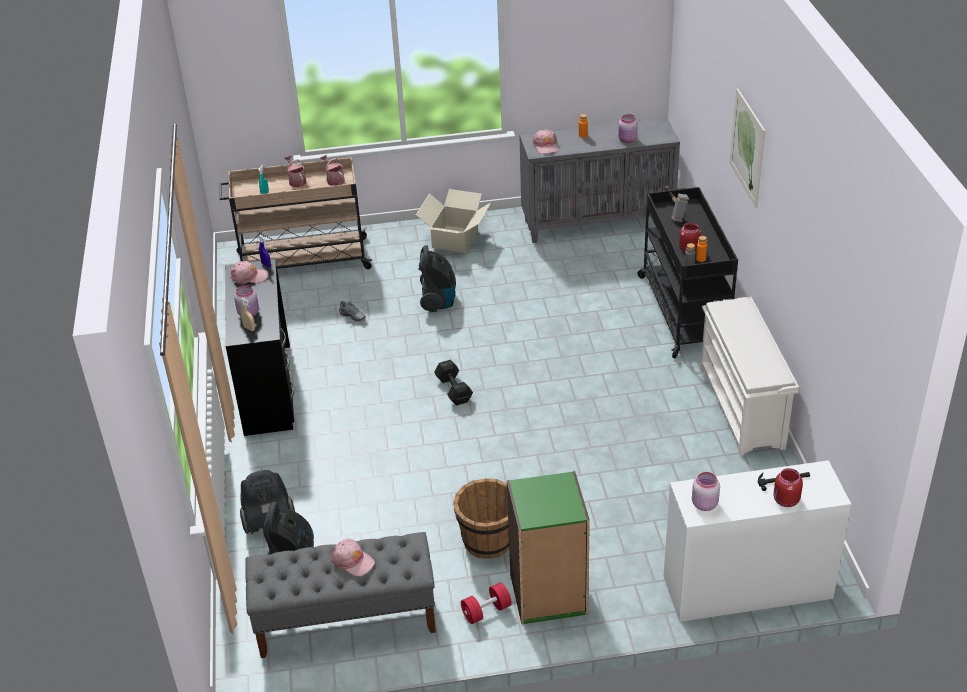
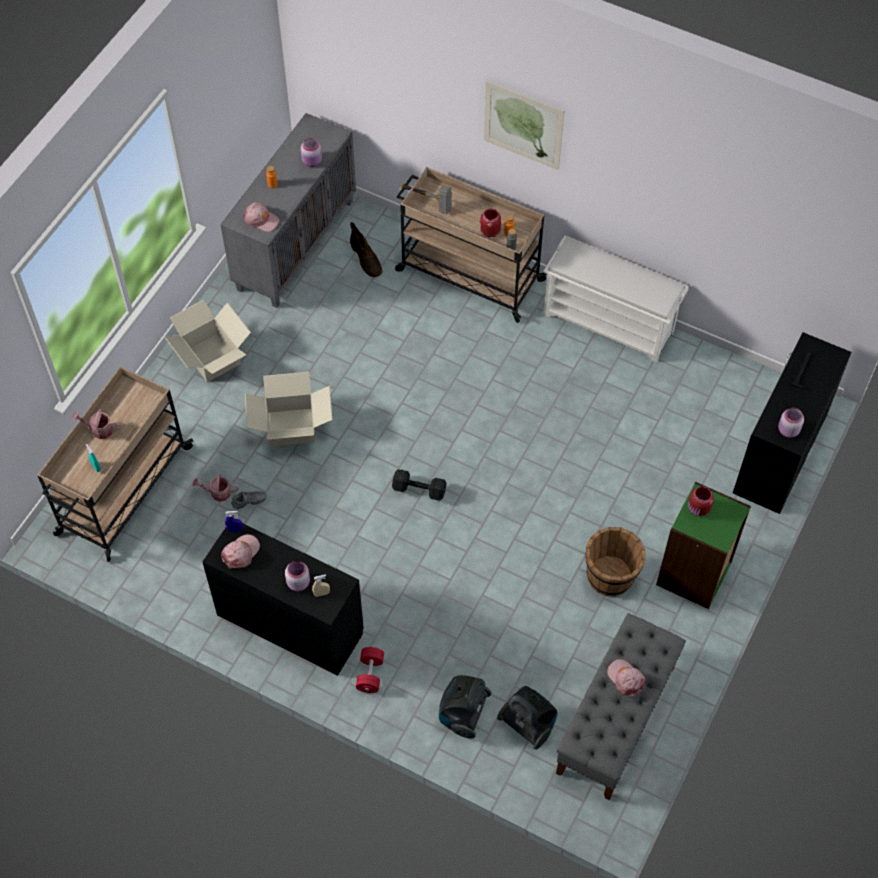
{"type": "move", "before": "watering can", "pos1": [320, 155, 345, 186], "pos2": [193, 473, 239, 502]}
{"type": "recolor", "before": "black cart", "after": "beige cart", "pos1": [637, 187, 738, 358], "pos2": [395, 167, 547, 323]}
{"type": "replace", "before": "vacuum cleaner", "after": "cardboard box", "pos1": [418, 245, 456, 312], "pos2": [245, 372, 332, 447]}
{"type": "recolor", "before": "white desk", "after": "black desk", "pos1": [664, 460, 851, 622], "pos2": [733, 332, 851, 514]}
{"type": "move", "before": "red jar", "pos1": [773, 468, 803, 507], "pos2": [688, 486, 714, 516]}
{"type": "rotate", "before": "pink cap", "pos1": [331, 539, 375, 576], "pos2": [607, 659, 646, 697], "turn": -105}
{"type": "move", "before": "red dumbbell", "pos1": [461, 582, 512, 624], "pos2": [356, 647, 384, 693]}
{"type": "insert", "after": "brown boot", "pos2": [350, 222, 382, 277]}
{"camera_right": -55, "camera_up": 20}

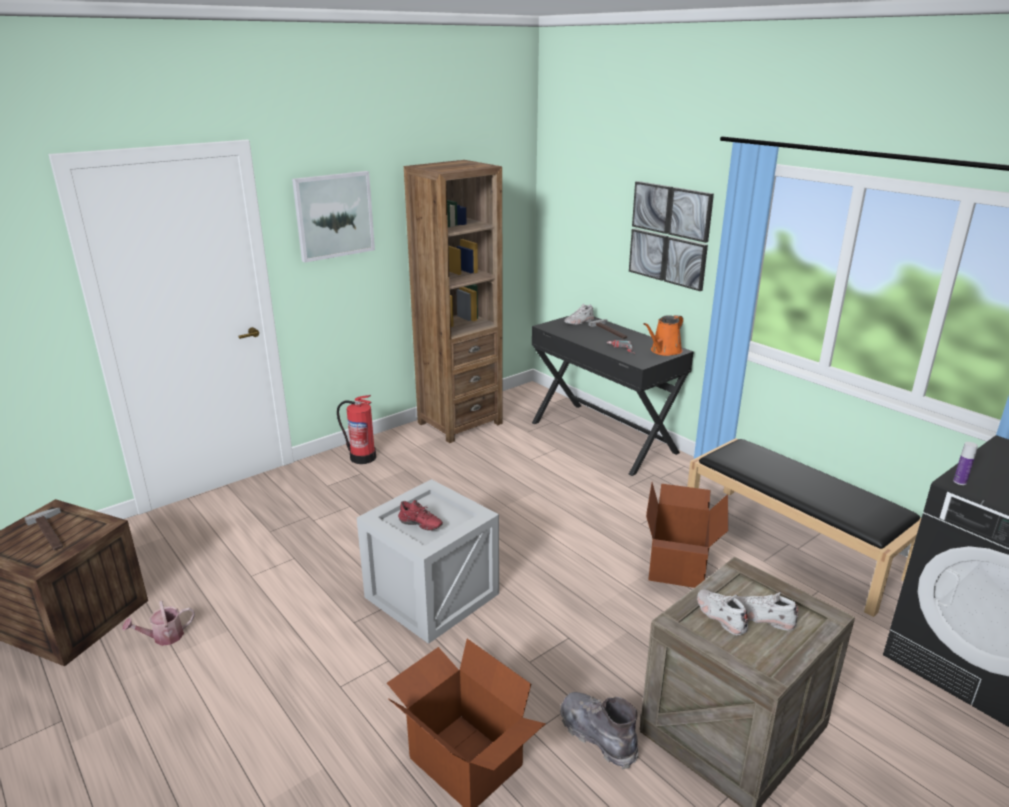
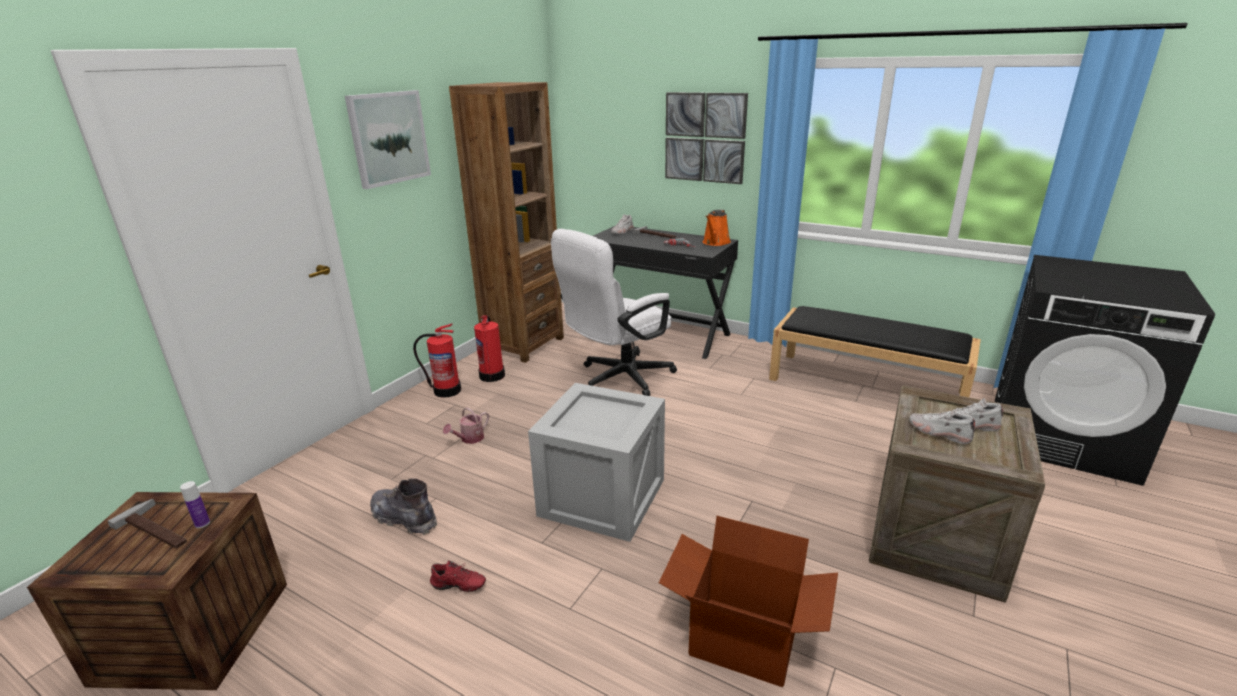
{"type": "move", "before": "bottle", "pos1": [953, 442, 978, 485], "pos2": [180, 481, 210, 528]}
{"type": "delete", "before": "cardboard box", "pos1": [646, 483, 728, 588]}
{"type": "move", "before": "red shoe", "pos1": [398, 500, 443, 531], "pos2": [430, 560, 486, 592]}
{"type": "move", "before": "watering can", "pos1": [122, 600, 195, 646], "pos2": [443, 407, 489, 444]}
{"type": "move", "before": "grey boot", "pos1": [560, 692, 639, 770], "pos2": [370, 478, 437, 535]}
{"type": "insert", "after": "white office chair", "pos2": [551, 229, 677, 396]}
{"type": "insert", "after": "fire extinguisher", "pos2": [474, 315, 505, 382]}
{"camera_right": -20, "camera_up": 0}

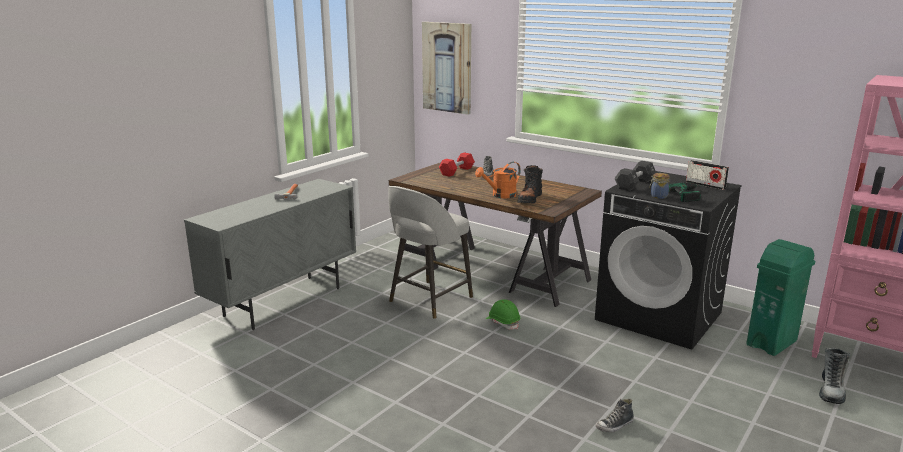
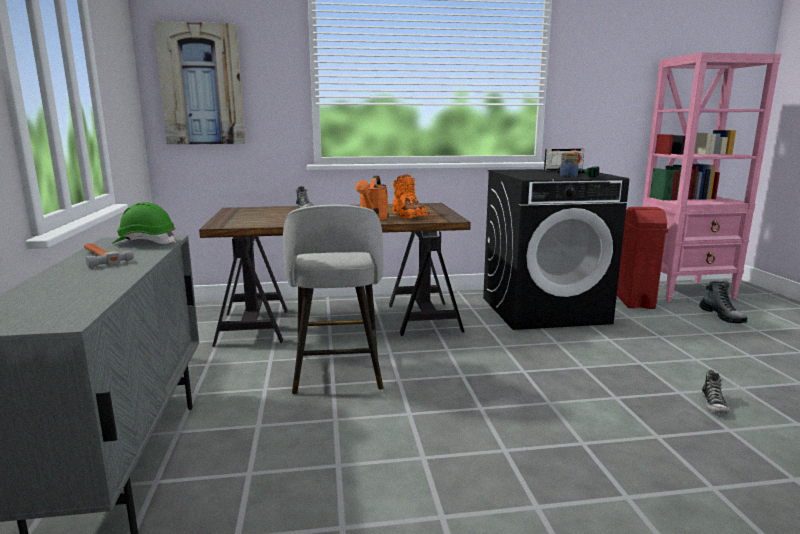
{"type": "delete", "before": "red dumbbell", "pos1": [439, 153, 475, 177]}
{"type": "delete", "before": "black dumbbell", "pos1": [614, 161, 656, 191]}
{"type": "recolor", "before": "black boot", "after": "orange boot", "pos1": [517, 165, 543, 203], "pos2": [392, 174, 427, 219]}
{"type": "recolor", "before": "green trash can", "after": "red trash can", "pos1": [746, 239, 815, 356], "pos2": [617, 207, 669, 309]}
{"type": "move", "before": "green hard hat", "pos1": [486, 299, 520, 330], "pos2": [112, 202, 176, 244]}
{"camera_right": -45, "camera_up": -5}

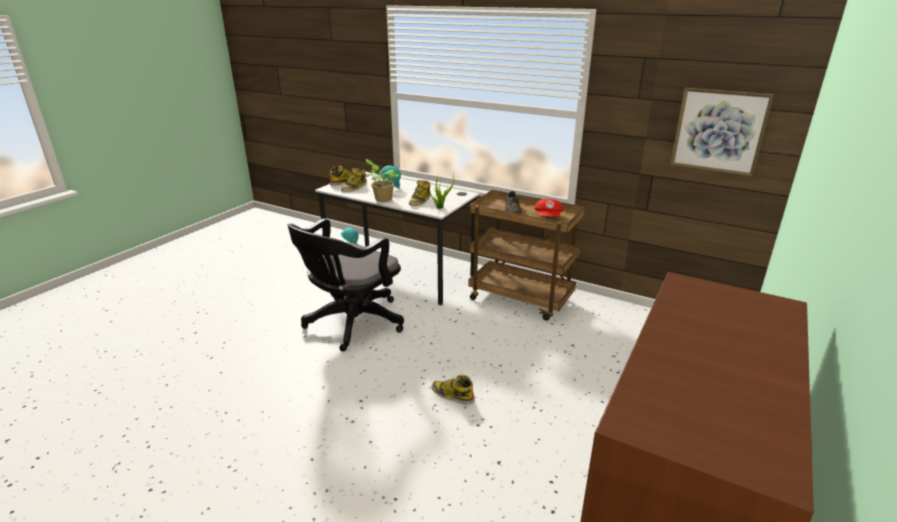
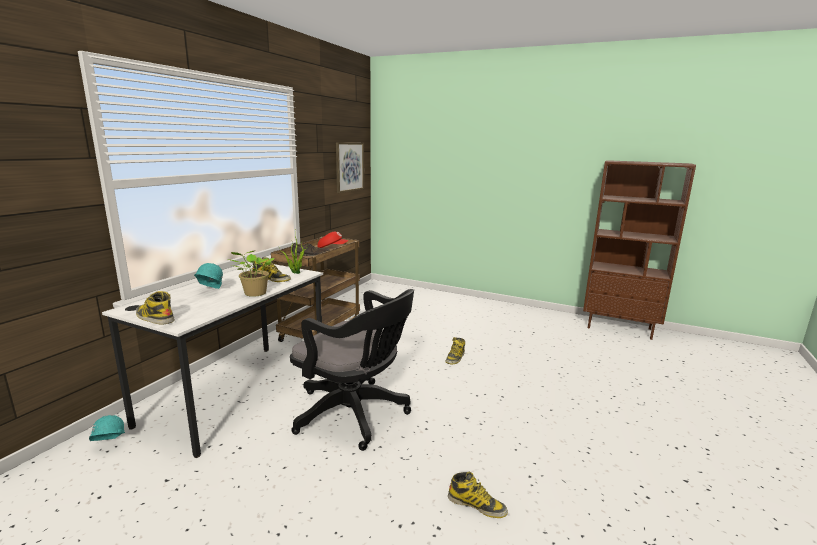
{"type": "move", "before": "boot", "pos1": [341, 168, 367, 192], "pos2": [448, 472, 508, 518]}
{"camera_right": -95, "camera_up": -10}

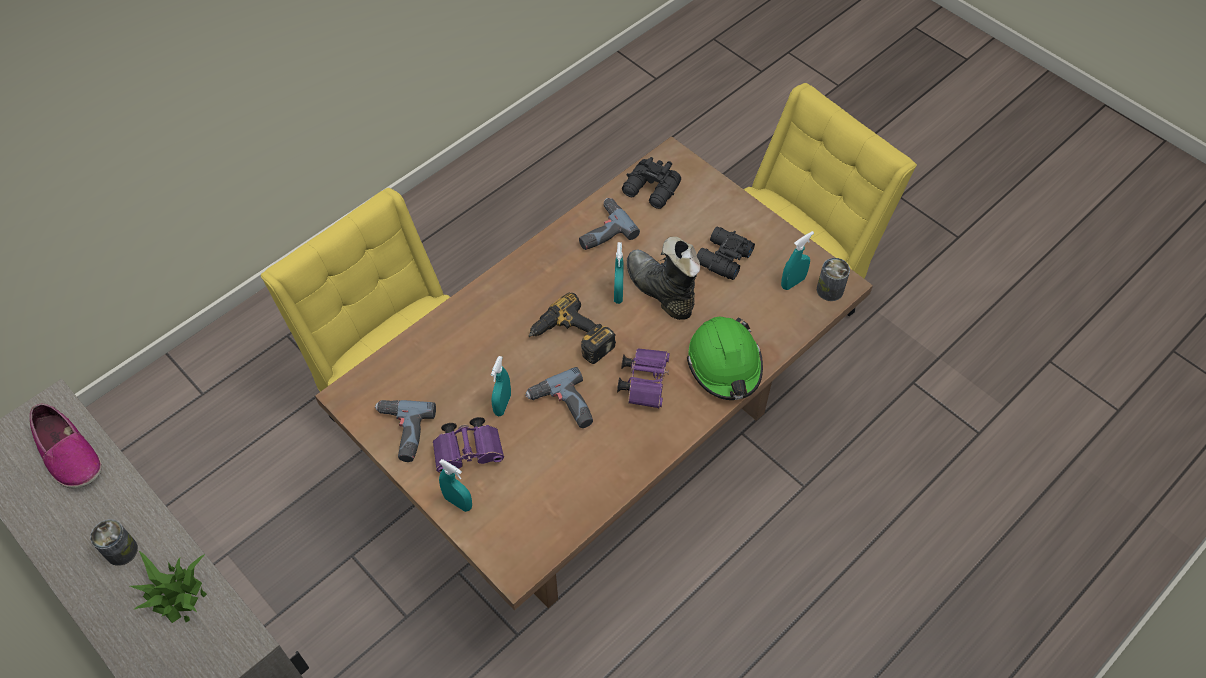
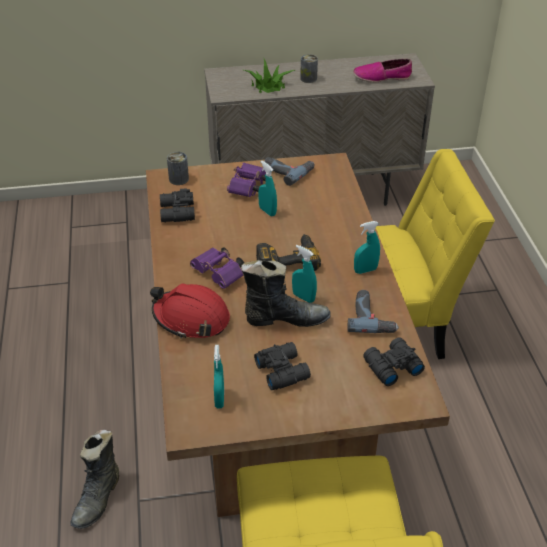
{"type": "move", "before": "can", "pos1": [817, 258, 850, 301], "pos2": [167, 152, 189, 185]}
{"type": "recolor", "before": "green hard hat", "after": "red hard hat", "pos1": [687, 317, 763, 400], "pos2": [150, 283, 230, 339]}
{"type": "delete", "before": "power drill", "pos1": [525, 367, 593, 428]}
{"type": "move", "before": "turquoise spray bottle", "pos1": [439, 459, 472, 512], "pos2": [354, 221, 380, 274]}
{"type": "insert", "after": "black binoculars", "pos2": [160, 188, 195, 223]}
{"type": "insert", "after": "black boot", "pos2": [70, 430, 119, 529]}
{"camera_right": 125, "camera_up": -15}

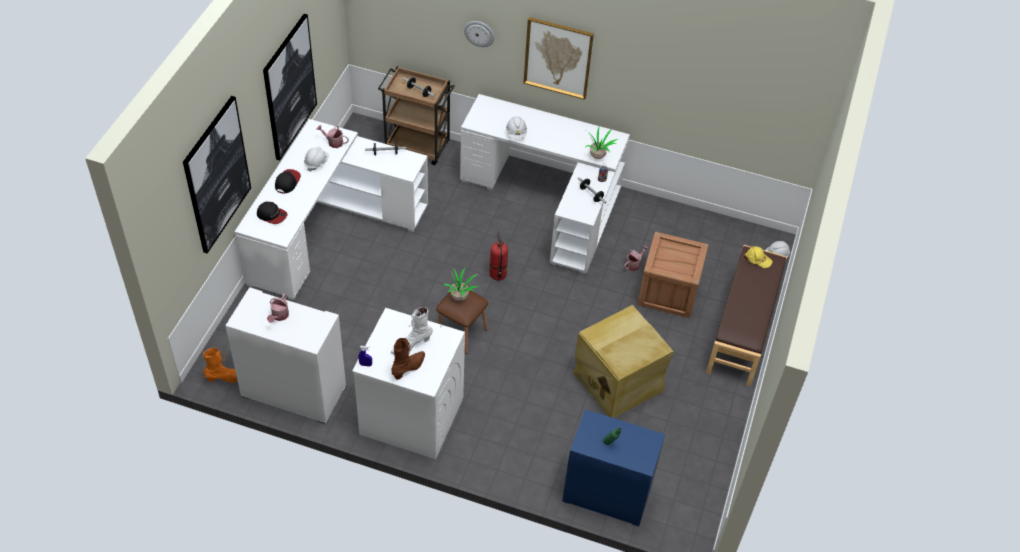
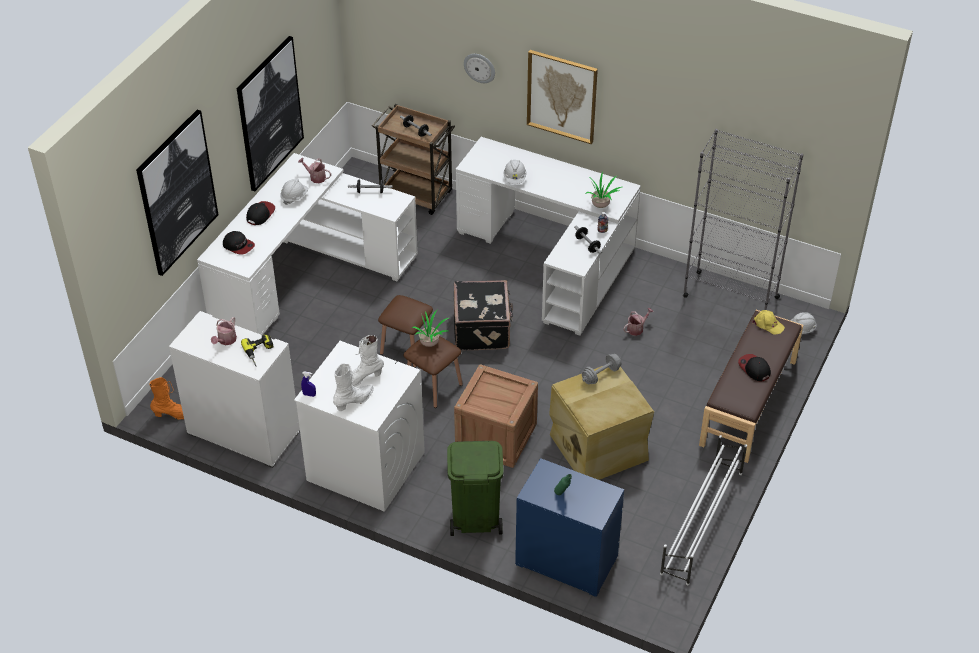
{"type": "replace", "before": "fire extinguisher", "after": "black suitcase", "pos1": [489, 231, 508, 281], "pos2": [454, 280, 513, 351]}
{"type": "move", "before": "crate", "pos1": [637, 232, 708, 318], "pos2": [454, 364, 538, 468]}
{"type": "recolor", "before": "brown boot", "after": "white boot", "pos1": [391, 338, 425, 380], "pos2": [333, 364, 374, 411]}
{"type": "insert", "after": "grey bookcase", "pos2": [683, 129, 803, 310]}
{"type": "insert", "after": "brown stool", "pos2": [378, 295, 433, 368]}
{"type": "insert", "after": "power drill", "pos2": [241, 334, 274, 367]}
{"type": "insert", "after": "grey dumbbell", "pos2": [582, 354, 622, 384]}
{"type": "insert", "after": "cap", "pos2": [738, 354, 771, 382]}
{"type": "insert", "after": "white shoe rack", "pos2": [660, 435, 747, 585]}
{"type": "insert", "after": "green trash can", "pos2": [447, 441, 504, 536]}
{"camera_right": 10, "camera_up": -5}

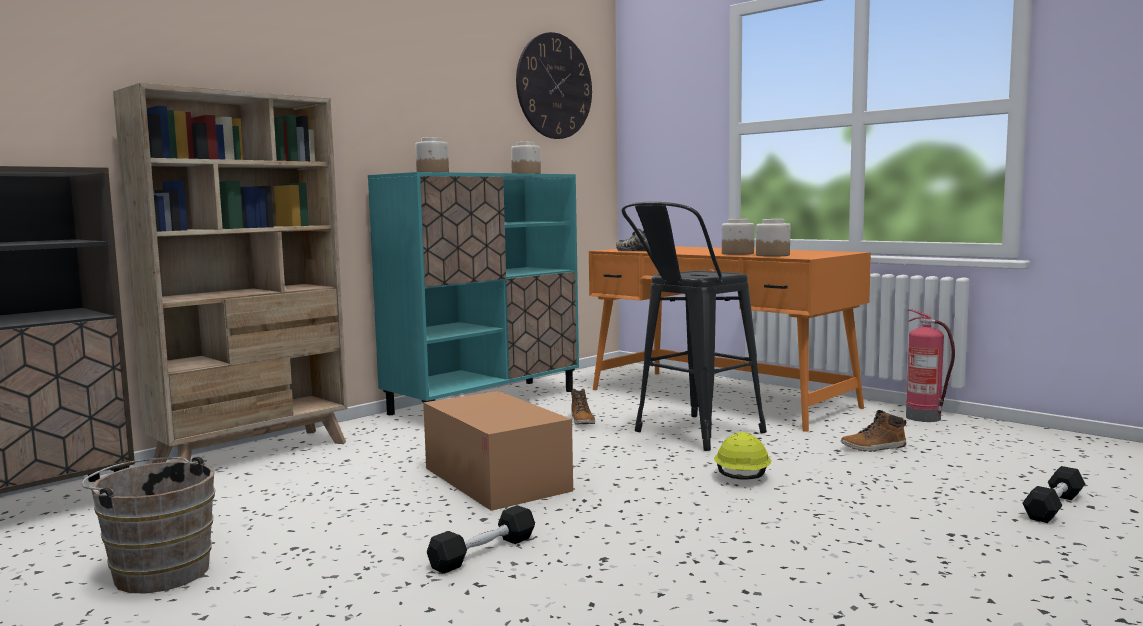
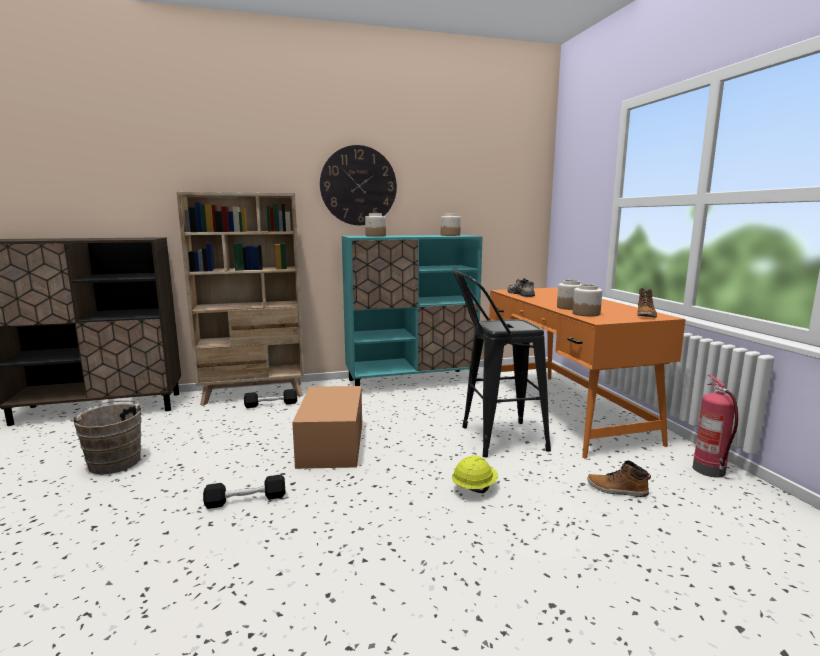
{"type": "move", "before": "wall clock", "pos1": [516, 32, 592, 139], "pos2": [320, 145, 397, 225]}
{"type": "move", "before": "boot", "pos1": [571, 389, 595, 425], "pos2": [637, 288, 657, 317]}
{"type": "move", "before": "black dumbbell", "pos1": [1023, 466, 1085, 523], "pos2": [244, 389, 297, 408]}
{"camera_right": 30, "camera_up": 5}

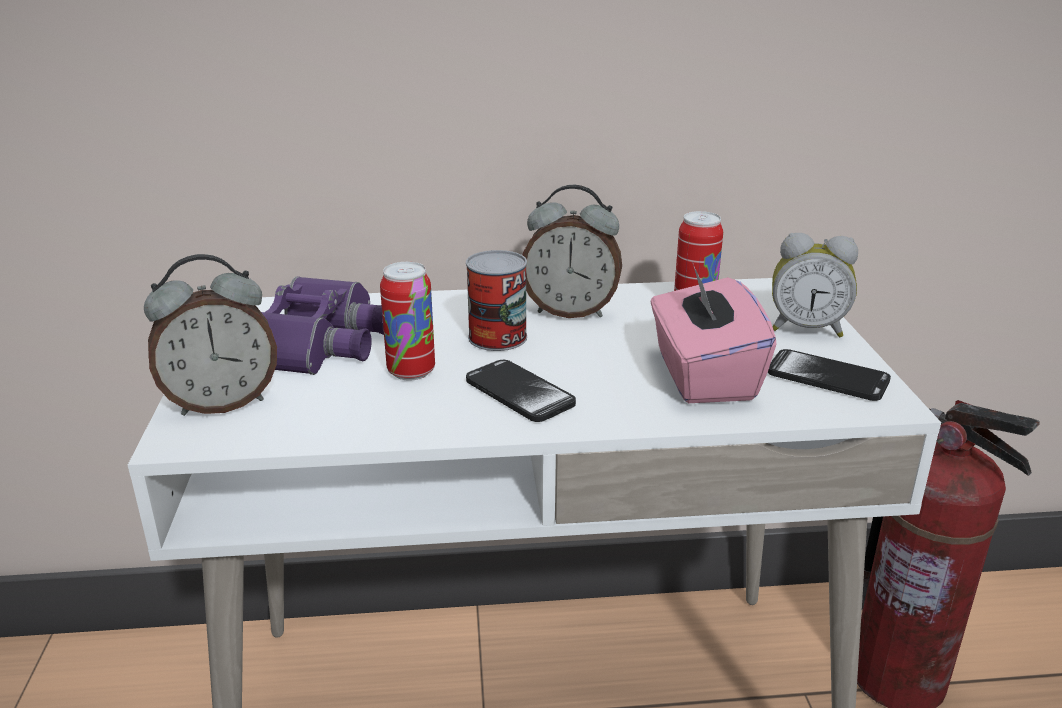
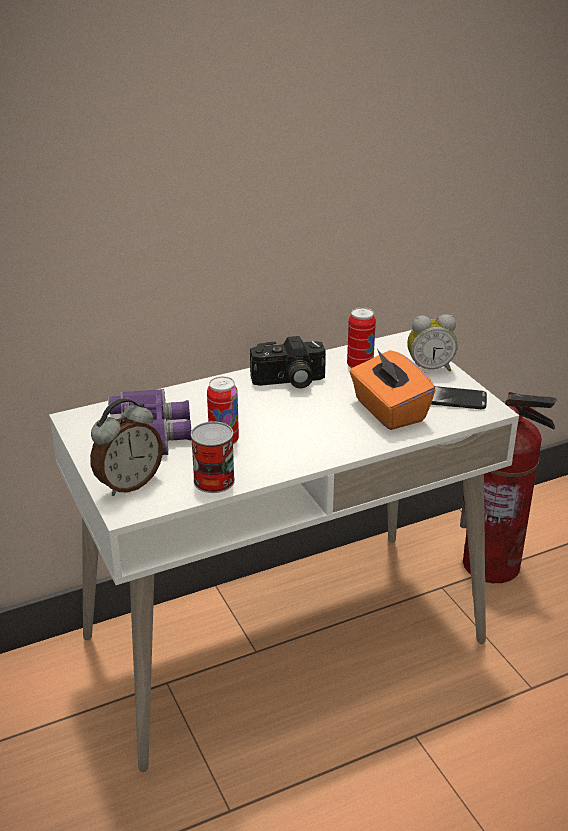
{"type": "replace", "before": "alarm clock", "after": "photo camera", "pos1": [523, 185, 622, 318], "pos2": [250, 336, 326, 389]}
{"type": "move", "before": "can", "pos1": [466, 250, 527, 351], "pos2": [191, 421, 235, 493]}
{"type": "recolor", "before": "pink tissue box", "after": "orange tissue box", "pos1": [651, 262, 777, 403], "pos2": [350, 349, 435, 430]}
{"type": "delete", "before": "phone", "pos1": [466, 360, 576, 422]}
{"camera_right": -20, "camera_up": 5}

